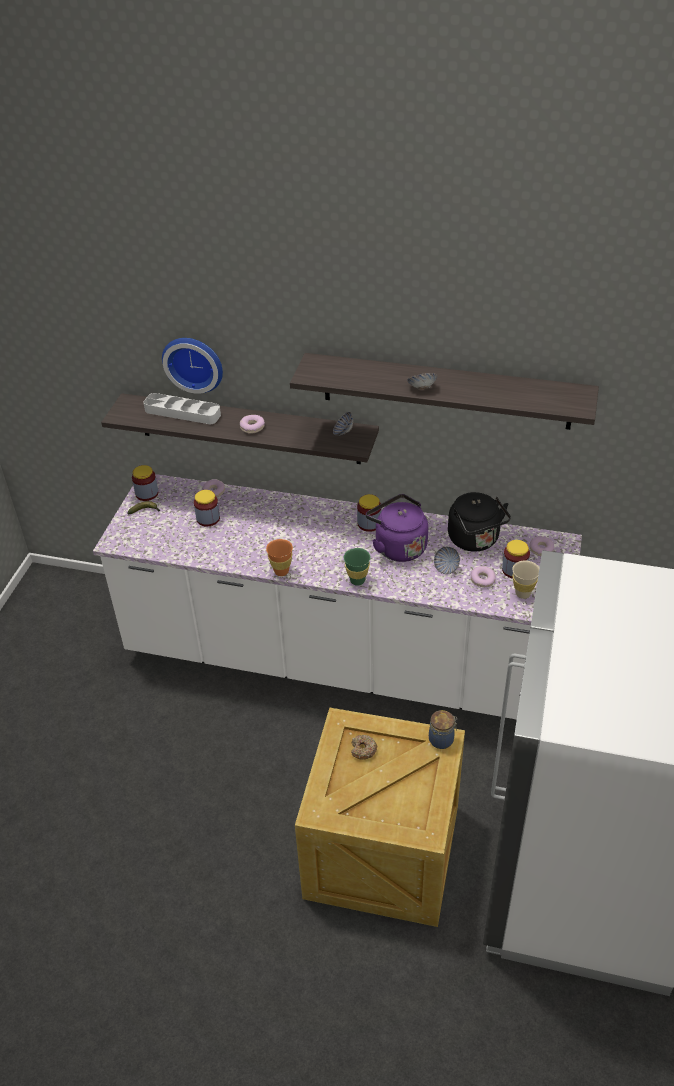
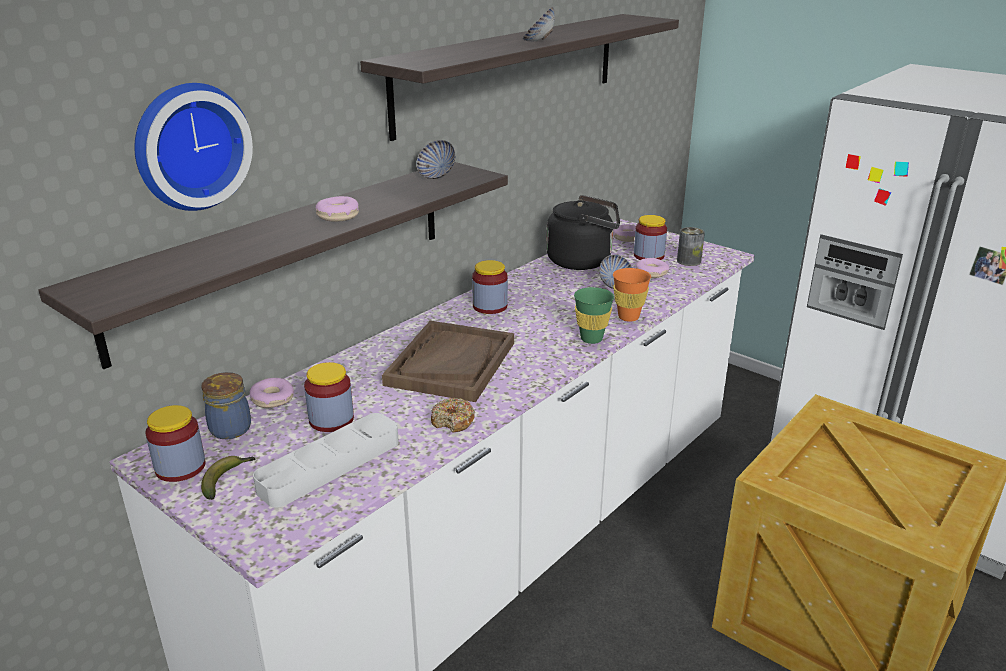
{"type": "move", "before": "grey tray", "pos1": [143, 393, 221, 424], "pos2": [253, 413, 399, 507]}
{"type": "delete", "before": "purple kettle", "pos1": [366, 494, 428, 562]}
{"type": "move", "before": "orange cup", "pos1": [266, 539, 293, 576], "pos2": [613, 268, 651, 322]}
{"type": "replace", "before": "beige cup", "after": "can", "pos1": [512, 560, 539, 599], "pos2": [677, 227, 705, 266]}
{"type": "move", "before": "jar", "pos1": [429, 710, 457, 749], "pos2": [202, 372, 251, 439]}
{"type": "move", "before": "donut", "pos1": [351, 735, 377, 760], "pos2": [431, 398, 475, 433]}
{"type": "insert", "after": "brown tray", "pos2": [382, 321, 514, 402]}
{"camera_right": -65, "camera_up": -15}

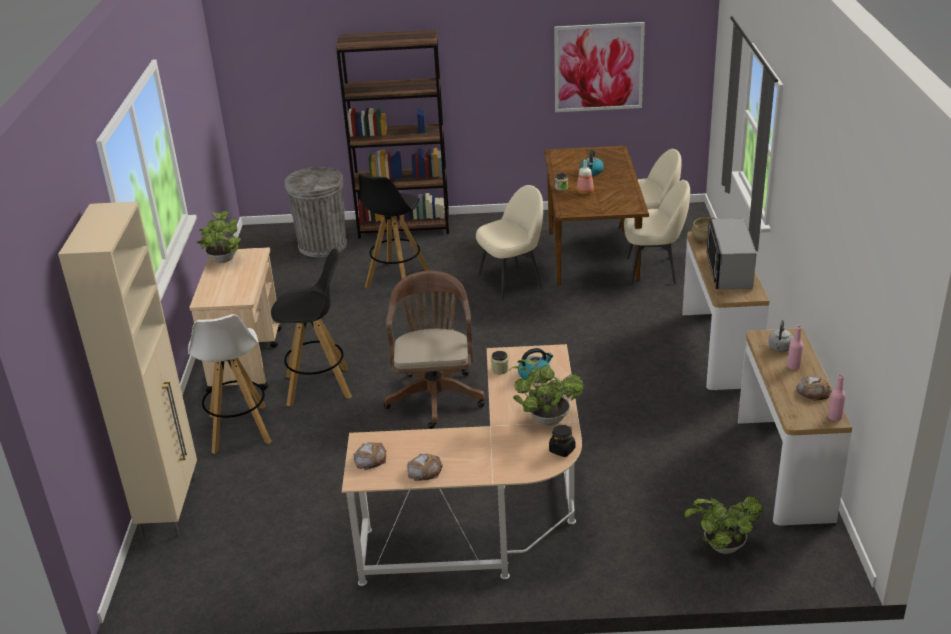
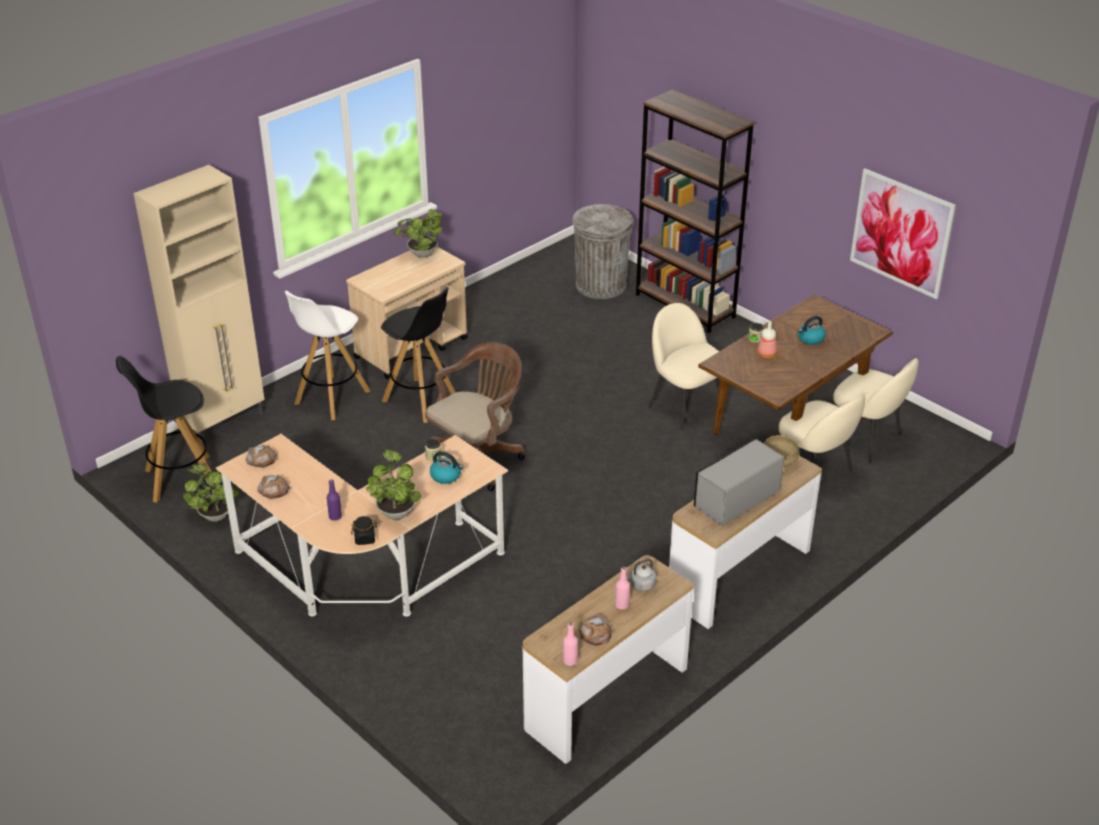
{"type": "move", "before": "black stool", "pos1": [358, 174, 429, 288], "pos2": [116, 356, 215, 503]}
{"type": "rotate", "before": "beige chair", "pos1": [476, 185, 543, 299], "pos2": [648, 303, 719, 430], "turn": -150}
{"type": "move", "before": "potted plant", "pos1": [684, 496, 763, 554], "pos2": [183, 464, 239, 522]}
{"type": "insert", "after": "purple bottle", "pos2": [327, 480, 342, 521]}
{"camera_right": 45, "camera_up": 5}

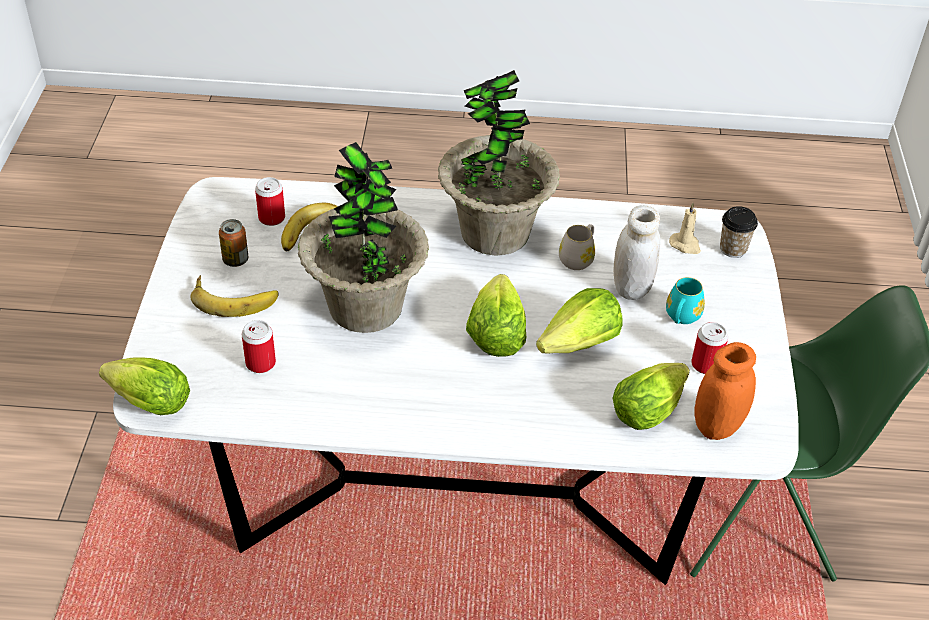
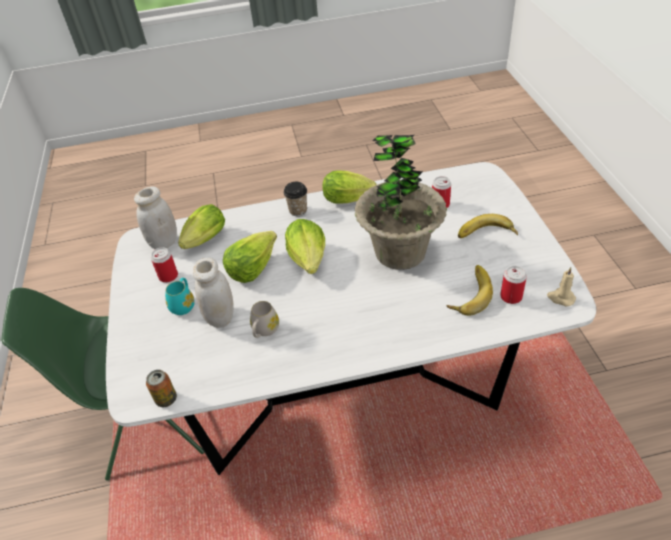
{"type": "delete", "before": "potted plant", "pos1": [438, 70, 560, 256]}
{"type": "move", "before": "beige candle", "pos1": [669, 203, 701, 254], "pos2": [547, 267, 576, 306]}
{"type": "move", "before": "cup", "pos1": [720, 206, 758, 258], "pos2": [284, 182, 307, 216]}
{"type": "move", "before": "can", "pos1": [219, 219, 249, 267], "pos2": [146, 370, 177, 407]}
{"type": "recolor", "before": "orange jar", "after": "white jar", "pos1": [694, 342, 756, 440], "pos2": [134, 186, 177, 249]}
{"type": "move", "before": "lettuce", "pos1": [99, 357, 190, 415], "pos2": [323, 170, 377, 204]}
{"camera_right": 170, "camera_up": 0}

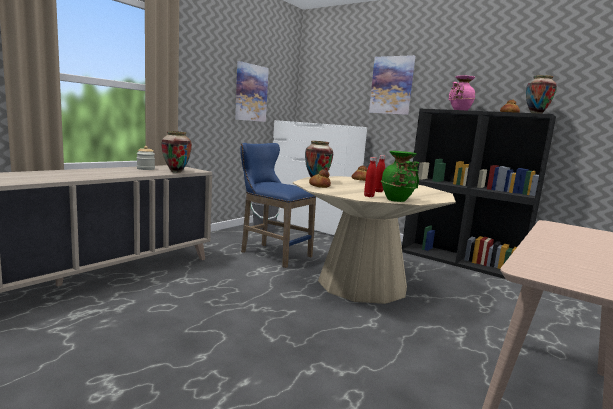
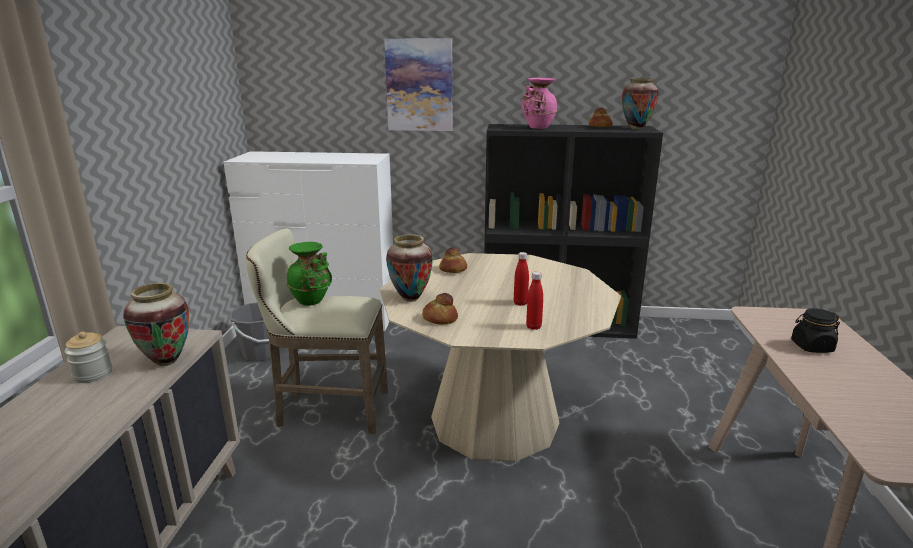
{"type": "delete", "before": "picture", "pos1": [235, 61, 269, 122]}
{"type": "recolor", "before": "blue stool", "after": "beige stool", "pos1": [240, 143, 316, 268], "pos2": [246, 228, 388, 434]}
{"type": "move", "before": "green vase", "pos1": [381, 151, 419, 202], "pos2": [286, 242, 332, 306]}
{"type": "insert", "after": "black jar", "pos2": [791, 308, 840, 353]}
{"camera_right": -30, "camera_up": 10}

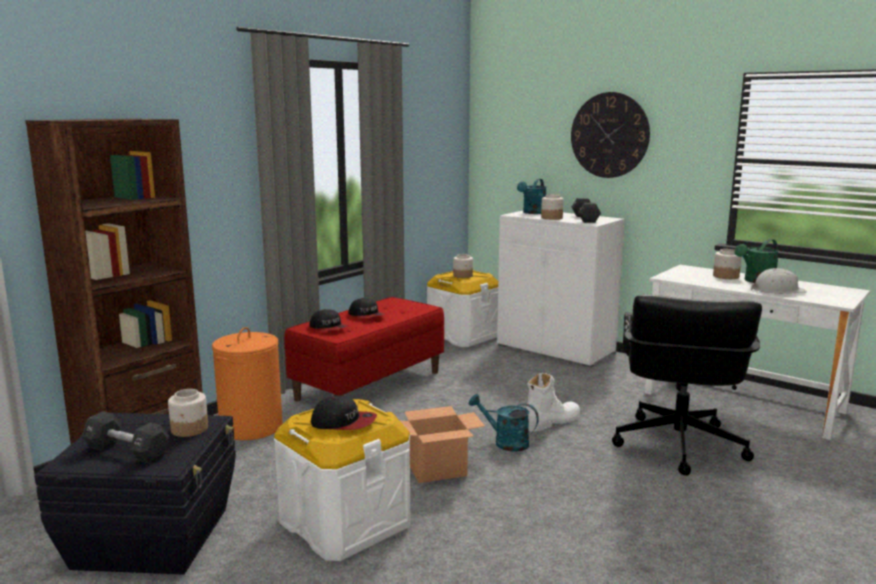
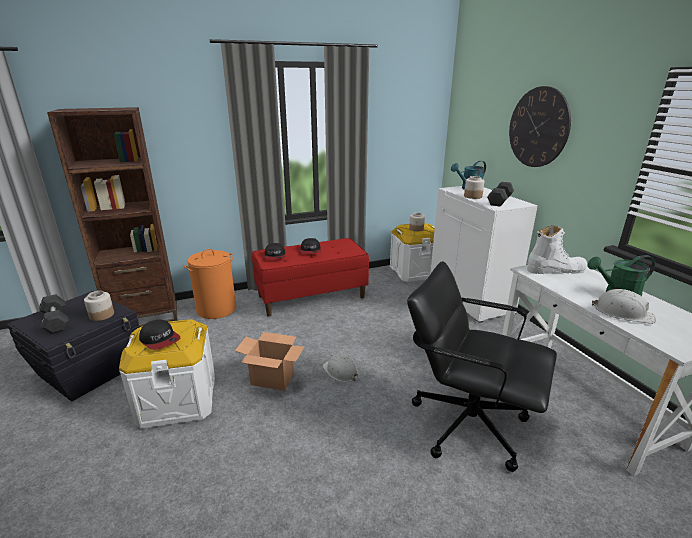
{"type": "delete", "before": "jar", "pos1": [713, 249, 741, 279]}
{"type": "rotate", "before": "black office chair", "pos1": [612, 294, 762, 476], "pos2": [407, 261, 557, 472], "turn": 75}
{"type": "move", "before": "white boot", "pos1": [526, 373, 580, 432], "pos2": [527, 225, 587, 274]}
{"type": "replace", "before": "turquoise watering can", "after": "white hard hat", "pos1": [469, 394, 539, 452], "pos2": [322, 354, 358, 382]}
{"camera_right": 30, "camera_up": 10}

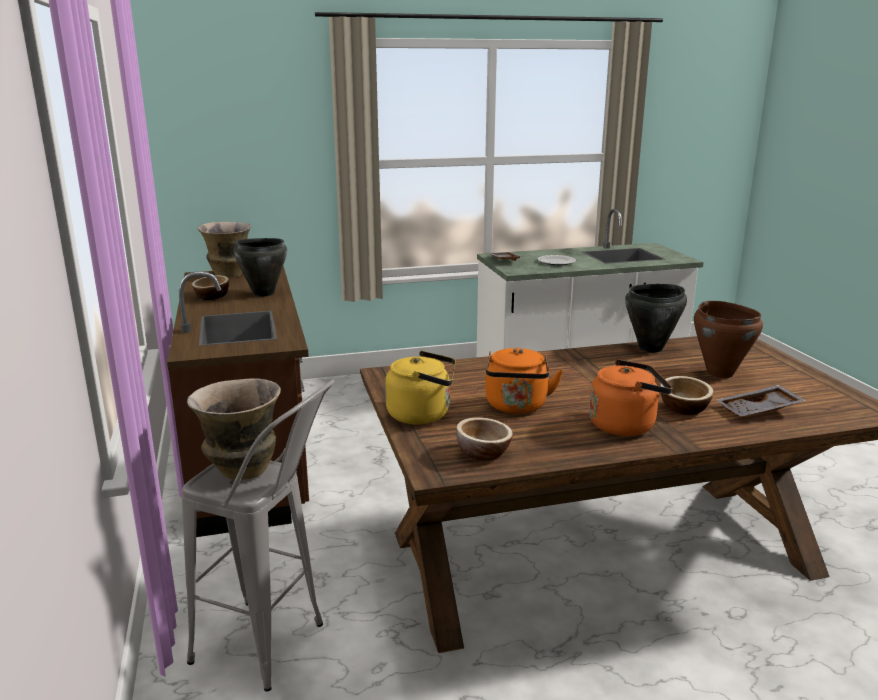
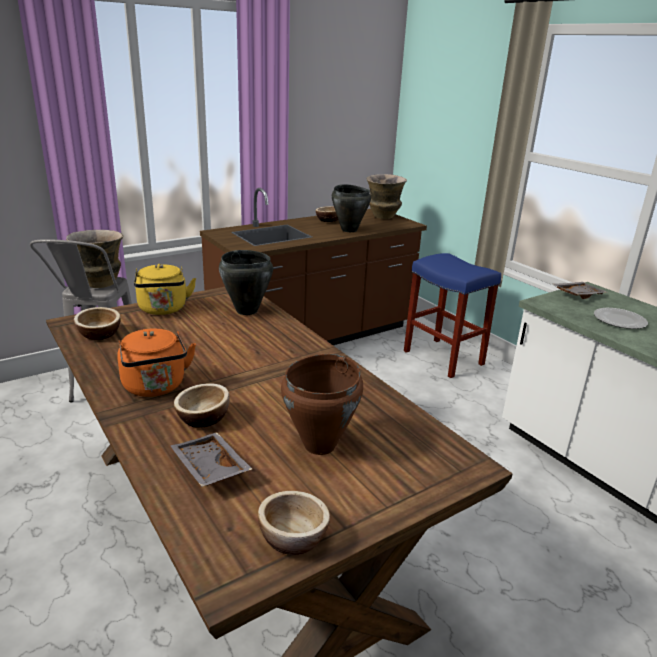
{"type": "move", "before": "black cooking pot", "pos1": [625, 284, 687, 352], "pos2": [219, 250, 273, 315]}
{"type": "delete", "before": "orange kettle", "pos1": [485, 348, 563, 414]}
{"type": "insert", "after": "blue stool", "pos2": [404, 253, 501, 378]}
{"type": "insert", "after": "bowl", "pos2": [258, 491, 330, 555]}
{"camera_right": 70, "camera_up": 5}

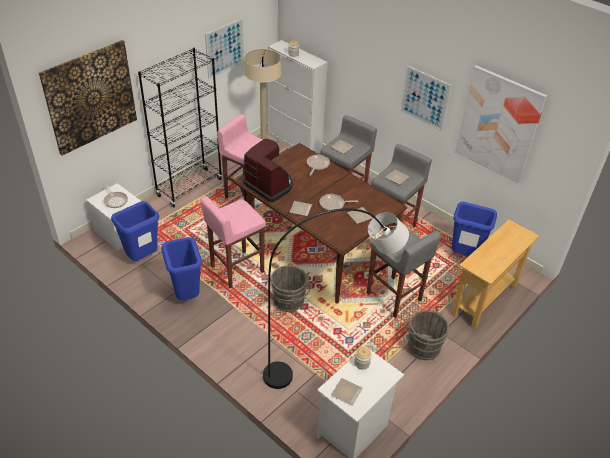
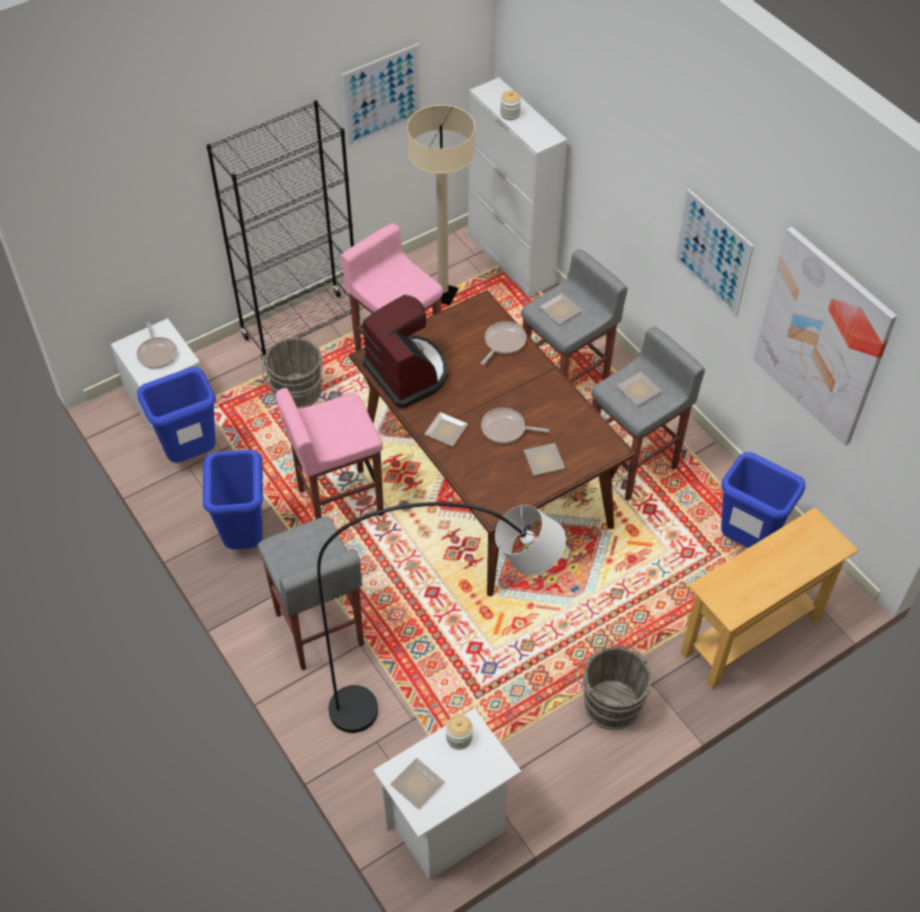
{"type": "delete", "before": "picture", "pos1": [39, 40, 137, 156]}
{"type": "move", "before": "grey stool", "pos1": [367, 228, 441, 318], "pos2": [257, 517, 364, 671]}
{"type": "move", "before": "grey bucket", "pos1": [270, 265, 310, 312], "pos2": [262, 338, 323, 408]}
{"camera_right": 15, "camera_up": 10}

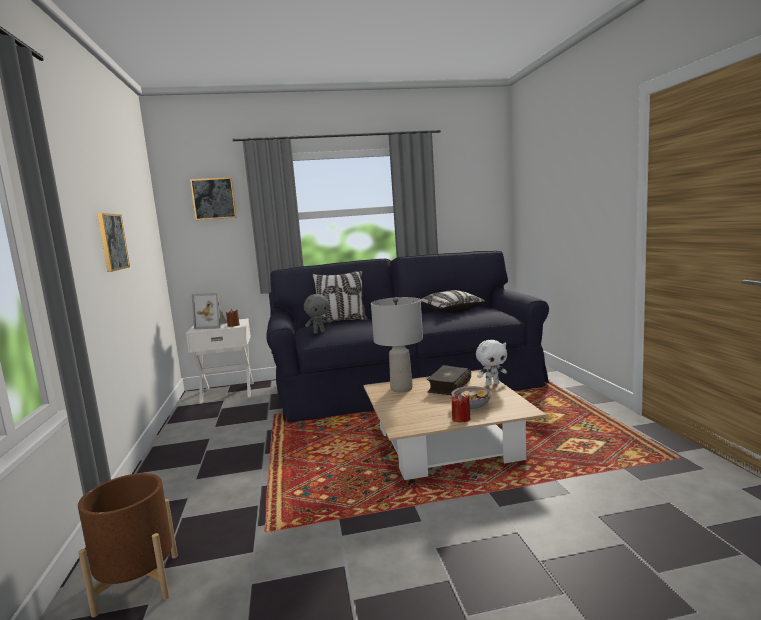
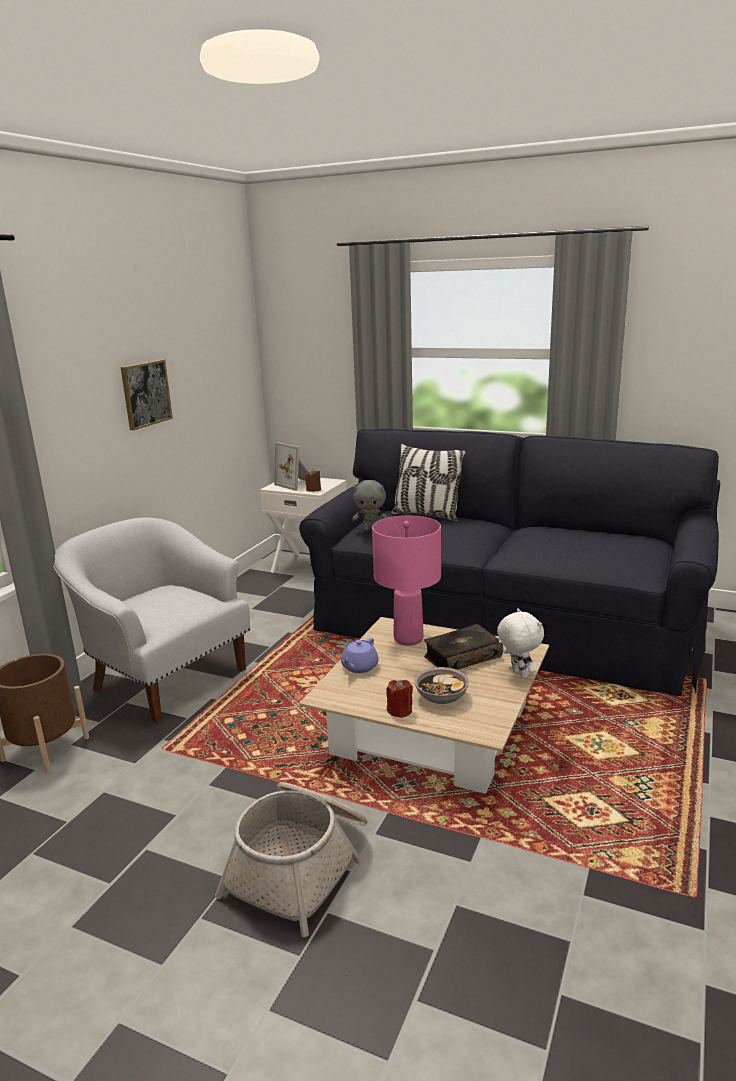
{"type": "delete", "before": "picture", "pos1": [190, 177, 237, 220]}
{"type": "delete", "before": "pillow", "pos1": [421, 290, 485, 313]}
{"type": "recolor", "before": "grey table lamp", "after": "pink table lamp", "pos1": [371, 297, 423, 393], "pos2": [372, 515, 441, 646]}
{"type": "rotate", "before": "white plush toy", "pos1": [476, 340, 507, 386], "pos2": [497, 608, 544, 678], "turn": -135}
{"type": "insert", "after": "white armchair", "pos2": [53, 517, 251, 723]}
{"type": "insert", "after": "purple teapot", "pos2": [341, 638, 378, 673]}
{"type": "insert", "after": "basket", "pos2": [215, 782, 367, 937]}
{"camera_right": 35, "camera_up": 10}

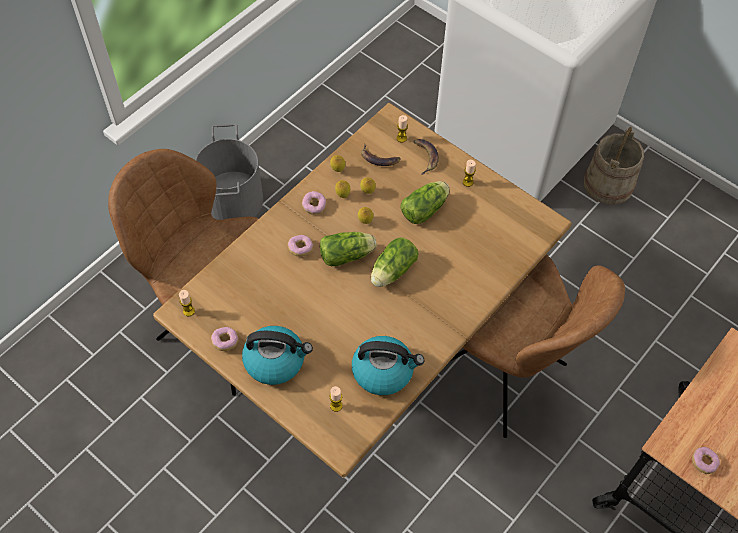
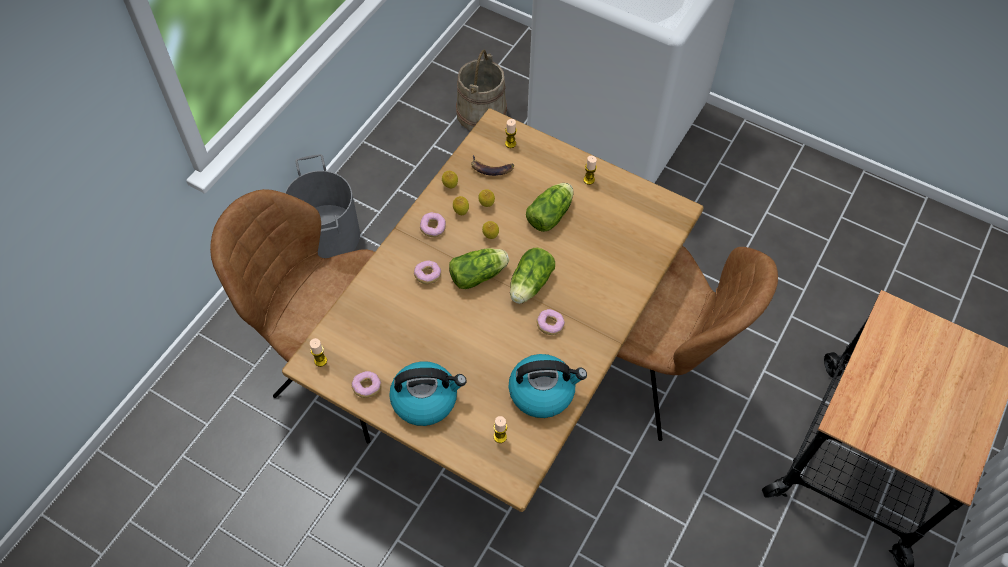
{"type": "move", "before": "beige bucket", "pos1": [584, 127, 644, 205], "pos2": [456, 49, 507, 131]}
{"type": "delete", "before": "banana", "pos1": [413, 139, 439, 175]}
{"type": "move", "before": "donut", "pos1": [692, 447, 720, 474], "pos2": [537, 309, 565, 335]}
{"camera_right": -10, "camera_up": 0}

